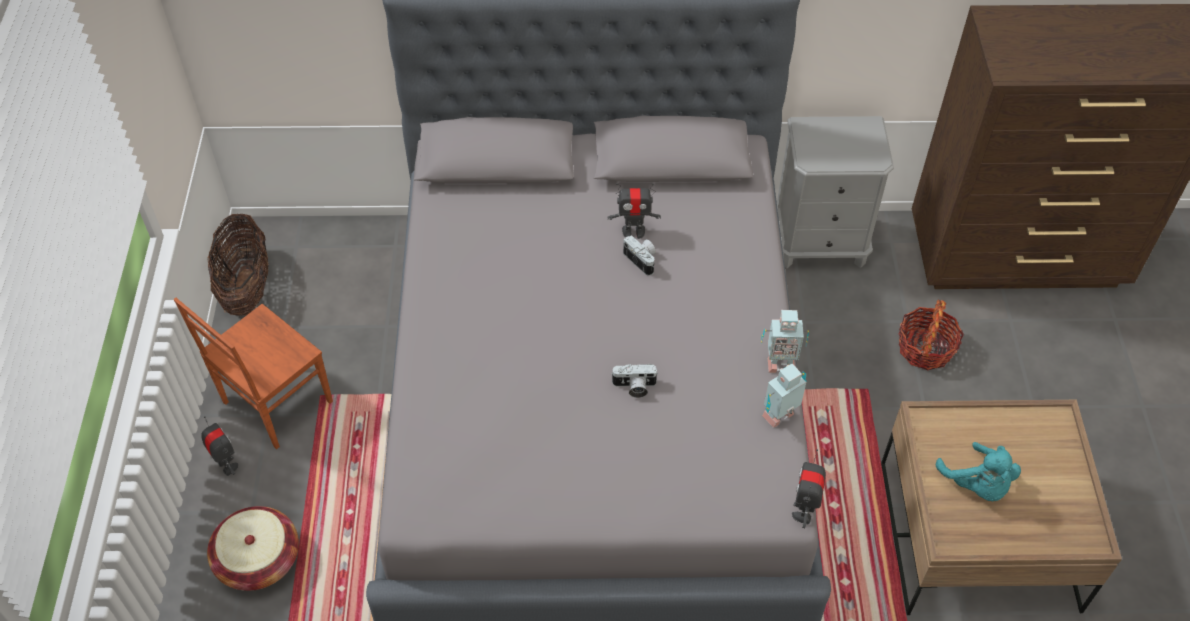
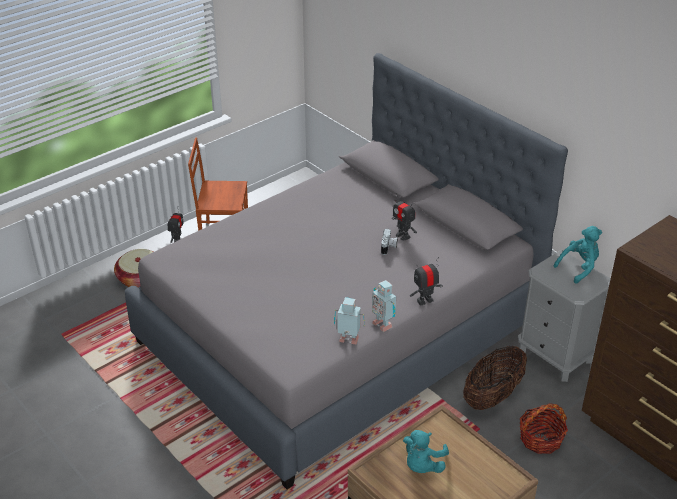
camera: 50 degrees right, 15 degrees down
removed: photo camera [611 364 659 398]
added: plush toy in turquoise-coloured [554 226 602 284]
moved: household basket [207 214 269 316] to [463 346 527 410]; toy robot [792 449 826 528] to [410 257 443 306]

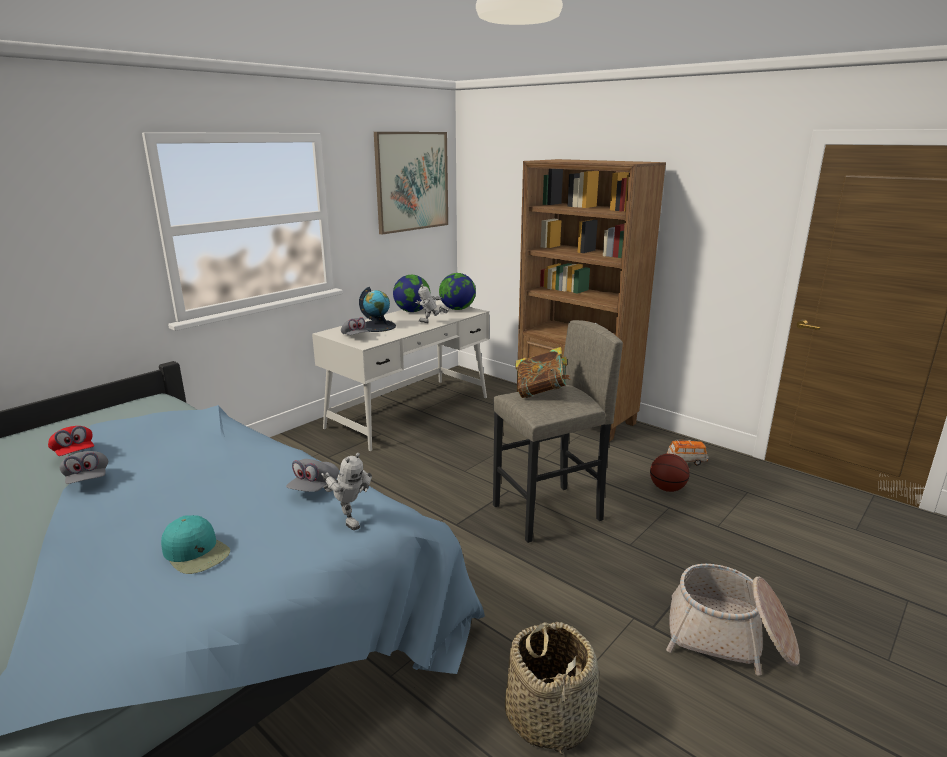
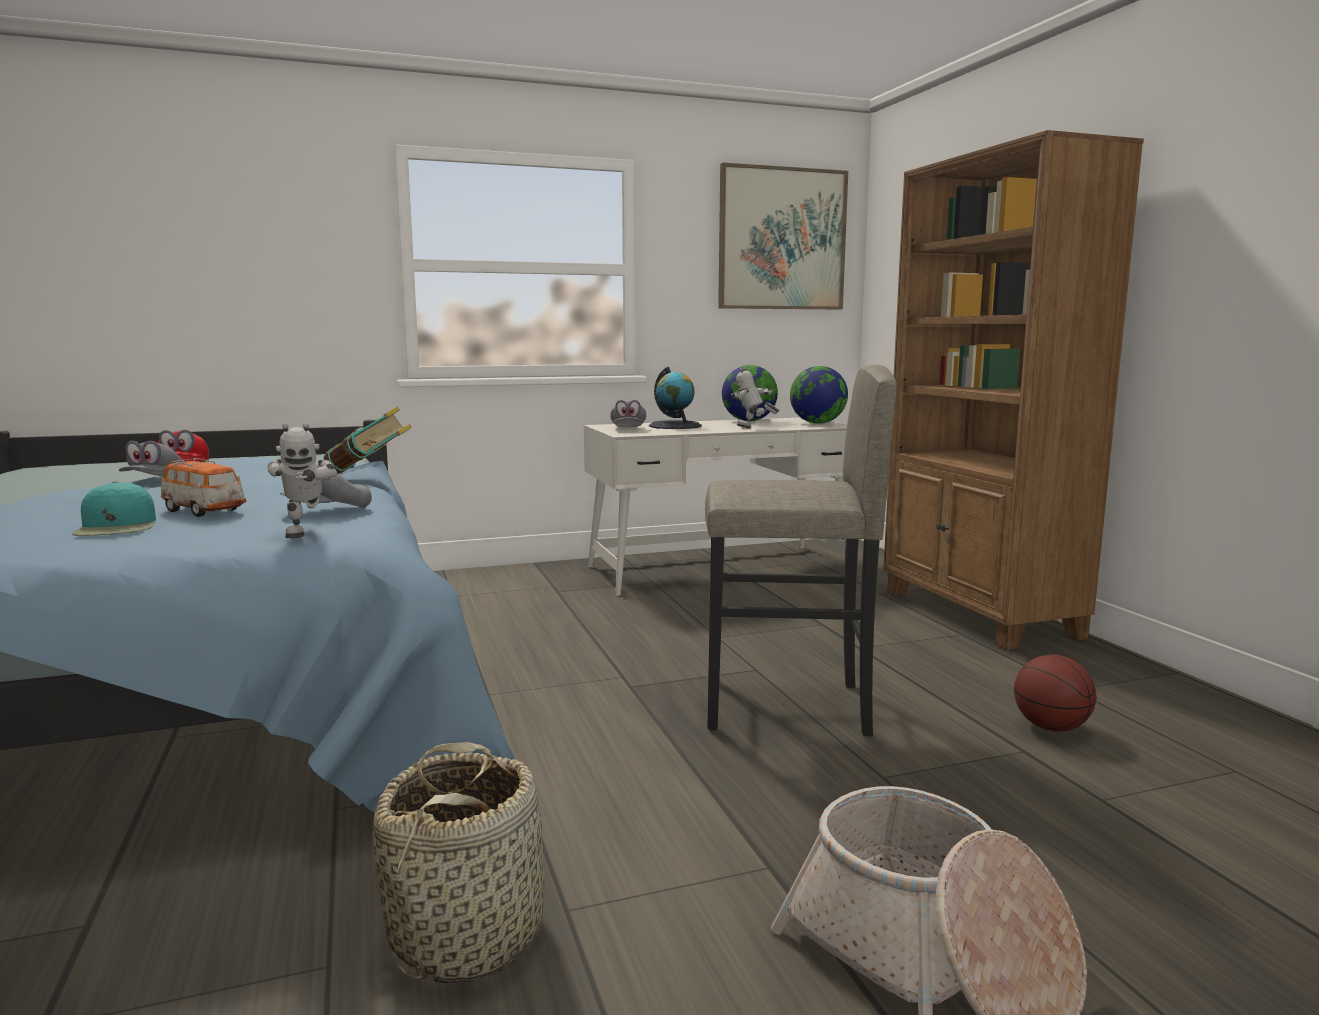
camera: 30 degrees right, 10 degrees down
moved: book [516 347 570 398] to [323 407 412 474]; miniature car [667 440 709 465] to [161 458 246 517]

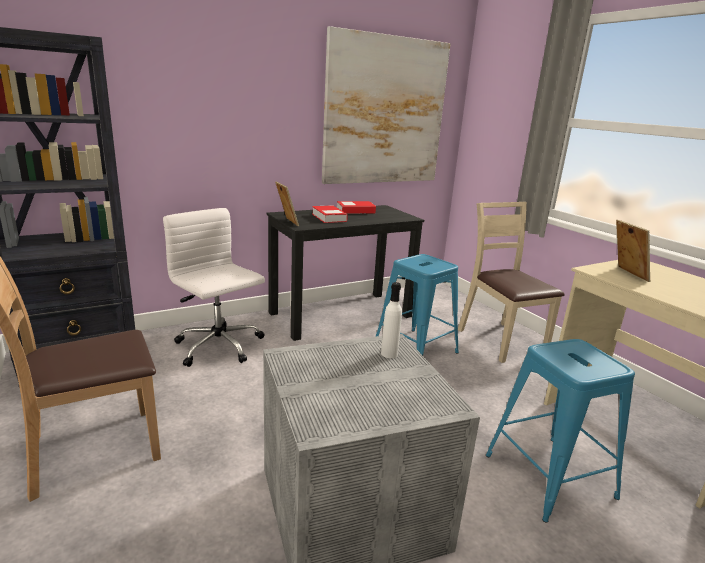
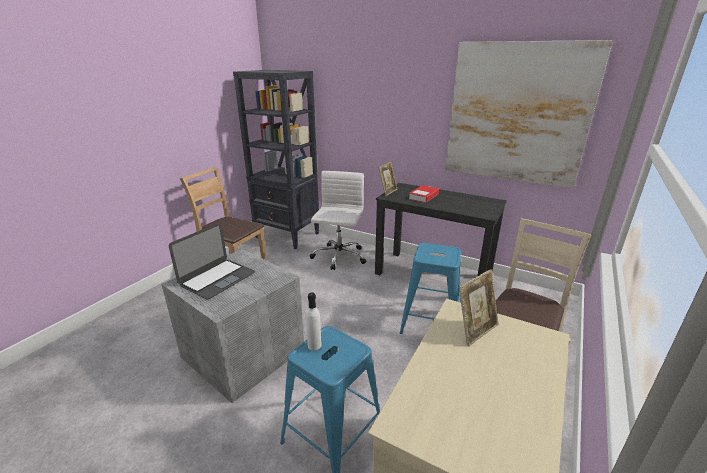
camera: 60 degrees right, 5 degrees up
removed: book [337 201 376 214]
added: notebook computer [169 223 255 299]
moved: bottle in white-coloured [381 282 402 358] to [306 292 321 351]

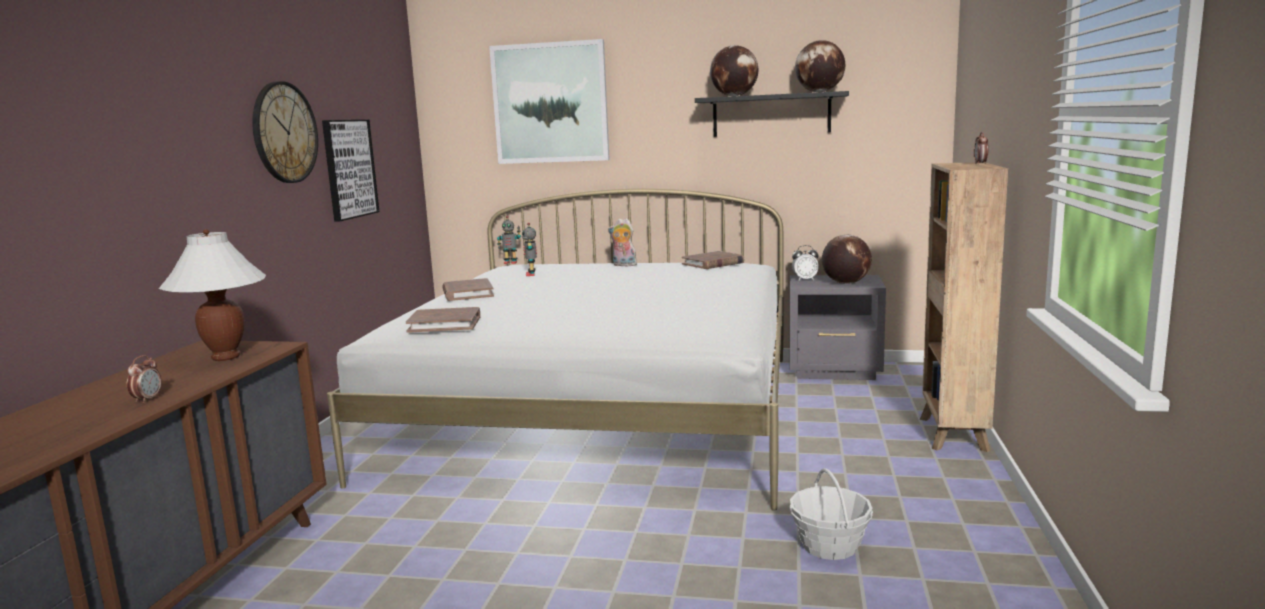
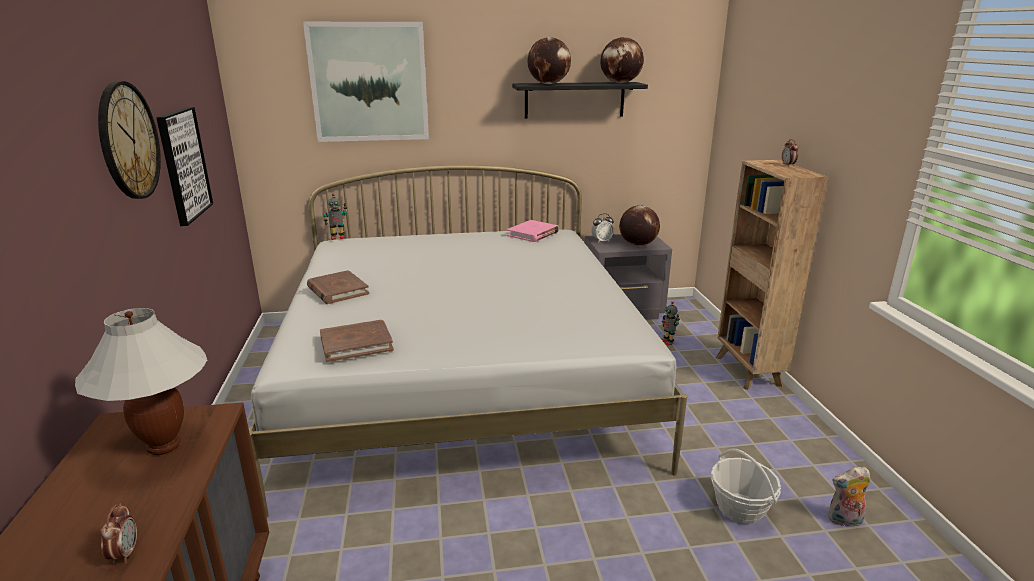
camera: 20 degrees left, 10 degrees up
moved: toy robot [522 223 537 276] to [661 302 680 346]; plush toy [608 218 637 266] to [828 467 870 527]
recoloured: book in brown [682 251 744 269] to book in pink-coloured [507 220 559 242]

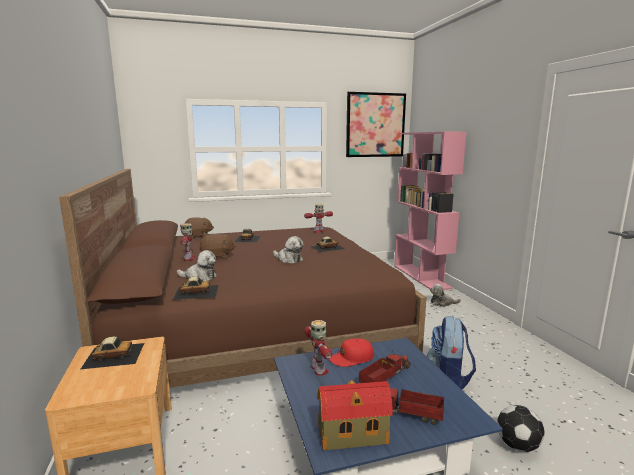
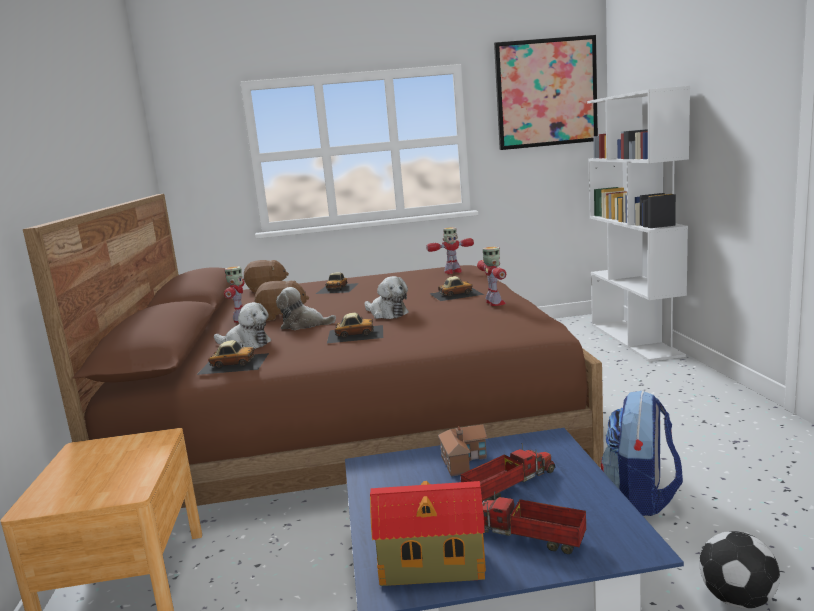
camera: 10 degrees right, 0 degrees up
moved: miniature car [81 336 144 369] to [327 313 383 343]; toy robot [304 320 332 376] to [477 247 506 306]; plush toy [430 284 461 307] to [276 287 336 330]
replaced: baseball cap in red [329 338 374 367] to model house [438 424 487 477]
recoloured: bookshelf in pink-coloured [394 132 467 290] to bookshelf in white-coloured [587 86 690 362]

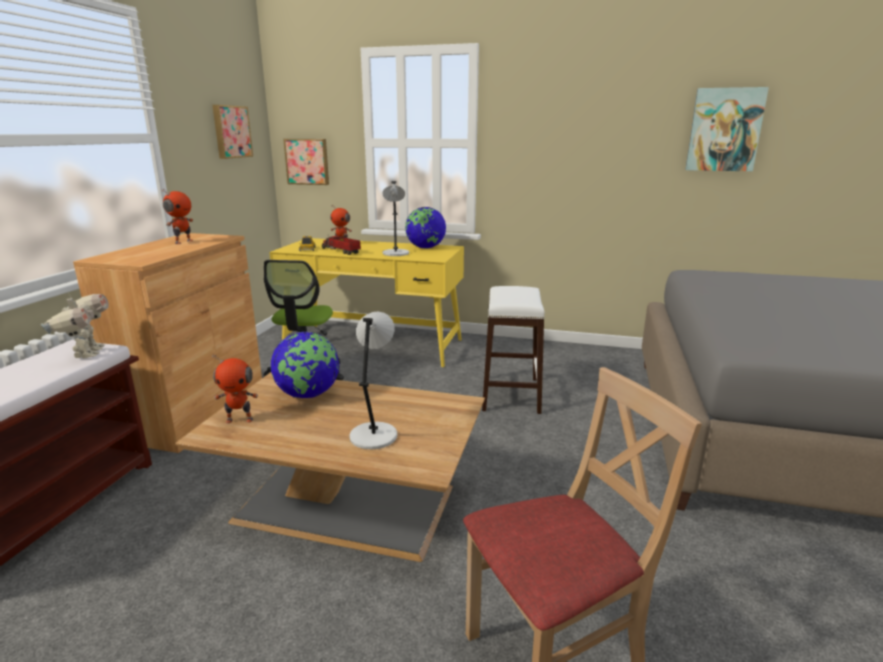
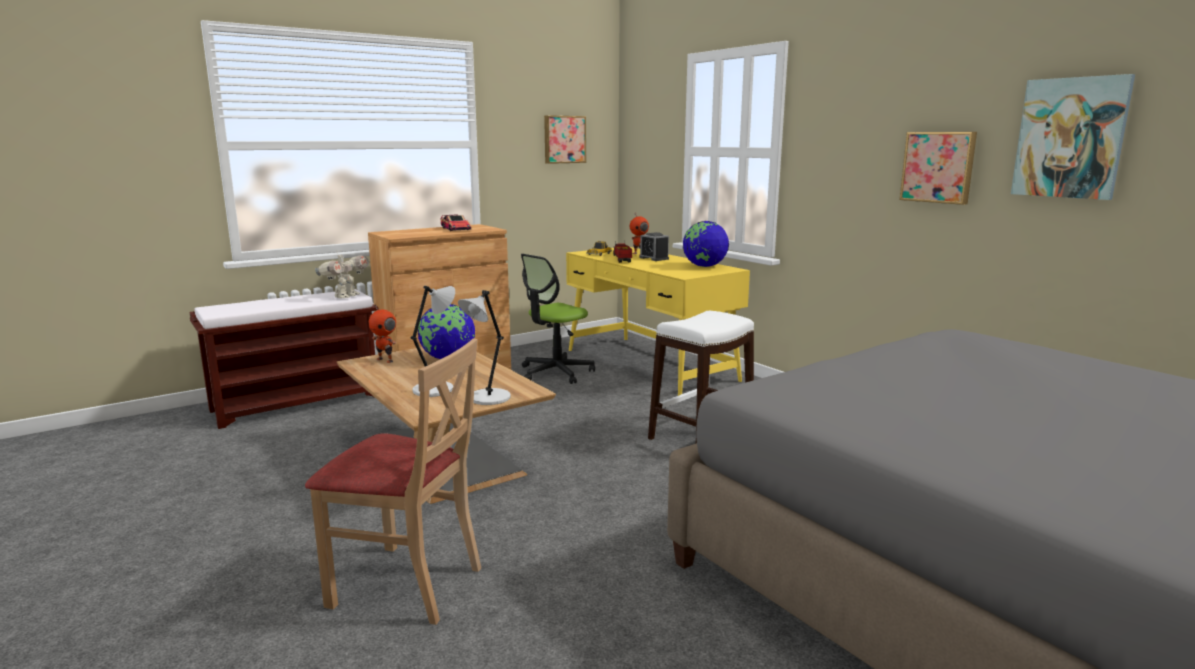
camera: 40 degrees right, 5 degrees down
added: alarm clock [639 232 669 261]
moved: wall picture [283 139 329 185] to [899 132 977 205]; table lamp in gray [382 181 409 256] to [458 290 511 405]
replaced: toy robot [161 189 193 244] to miniature car [441 215 471 231]

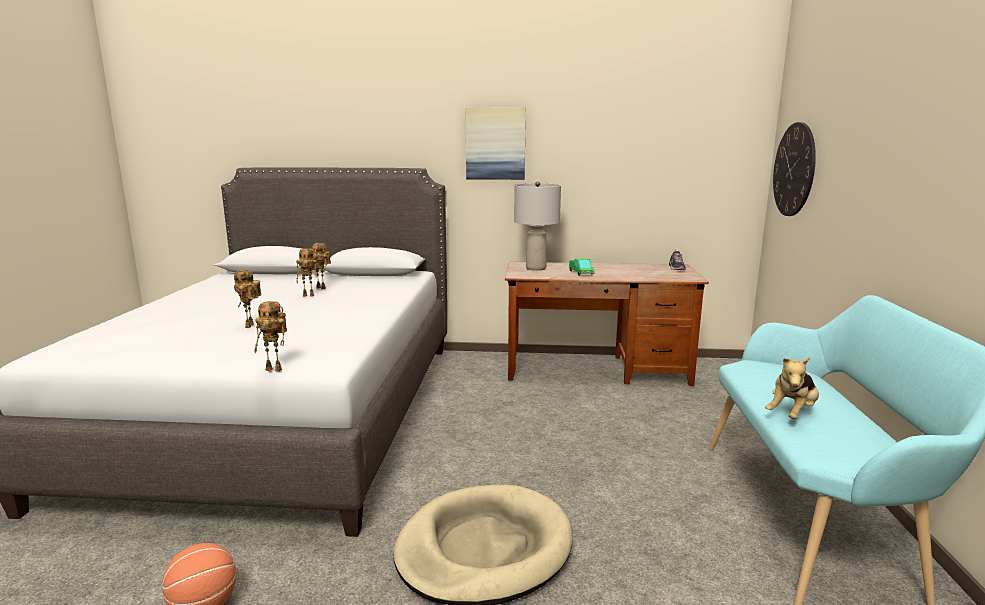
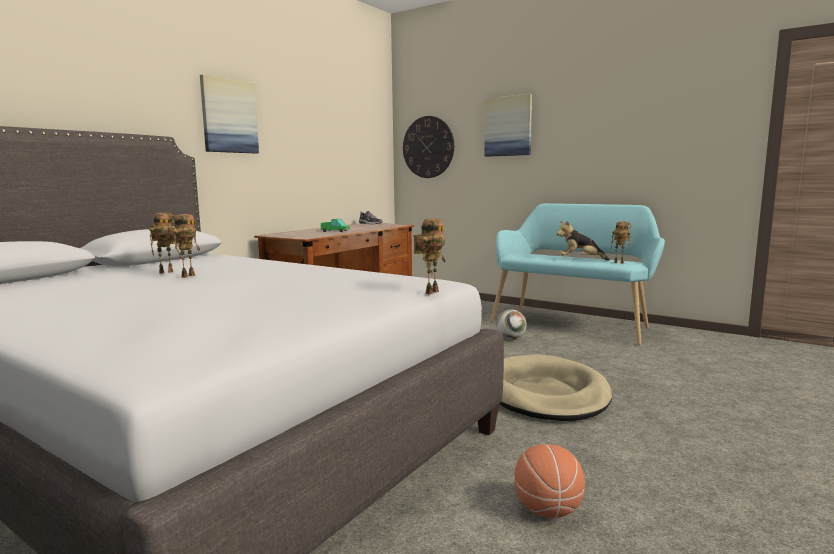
camera: 60 degrees left, 5 degrees down
removed: table lamp in gray [514 181 561 271]
added: wall picture [484 94 532 157]; football [496 309 527 339]
moved: toy robot [234 270 262 328] to [611 221 631 264]
turned: plush toy [765 357 819 419] = [557 221 610 261] 120 degrees clockwise

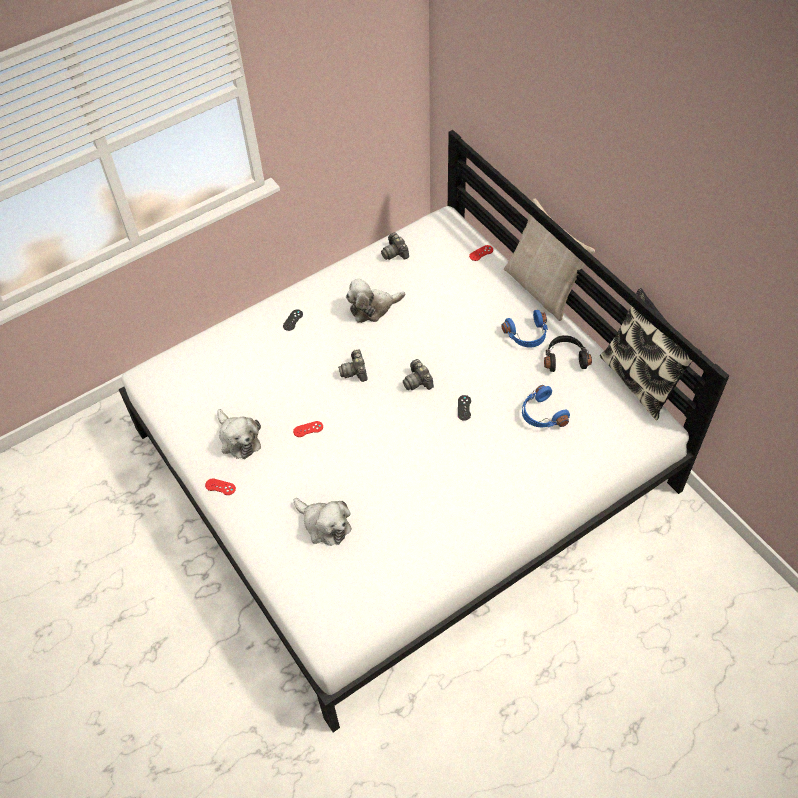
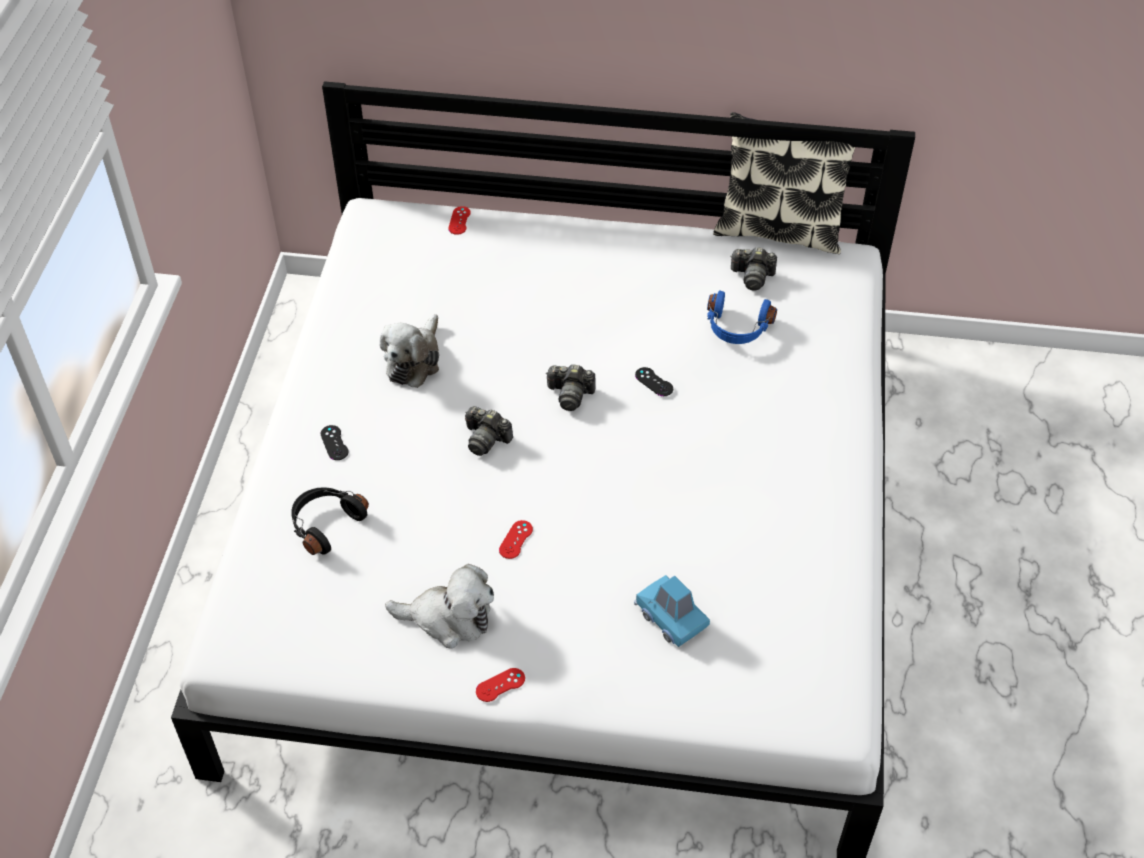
camera: 50 degrees left, 5 degrees down
removed: pair of headphones in blue [501 310 548 348]; pillow in beige-coloured [504 198 595 321]
moved: photo camera [381 232 409 260] to [730 247 777 291]; pair of headphones in blackish [544 335 592 372] to [291 487 369 555]
replaced: plush toy [294 498 352 546] to miniature car in blue [634 575 710 647]

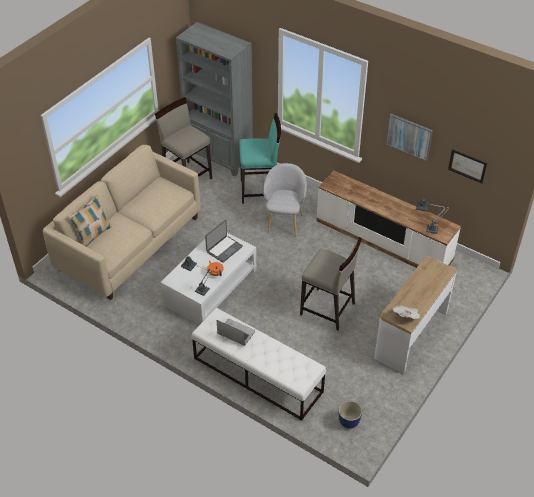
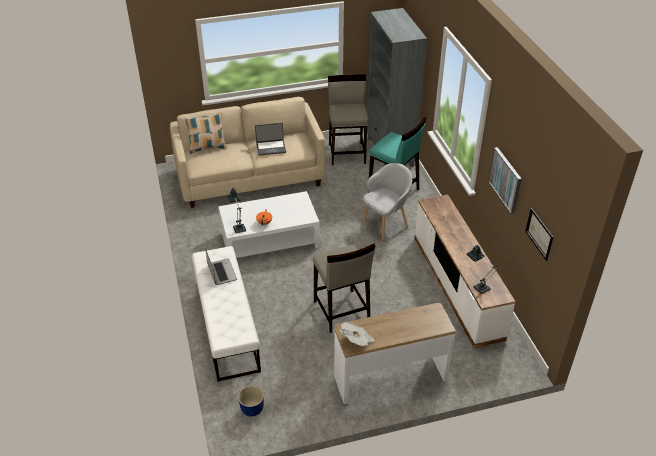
camera: 40 degrees right, 5 degrees down
moved: notebook computer [205 220 243 263] to [255 123 286 156]

